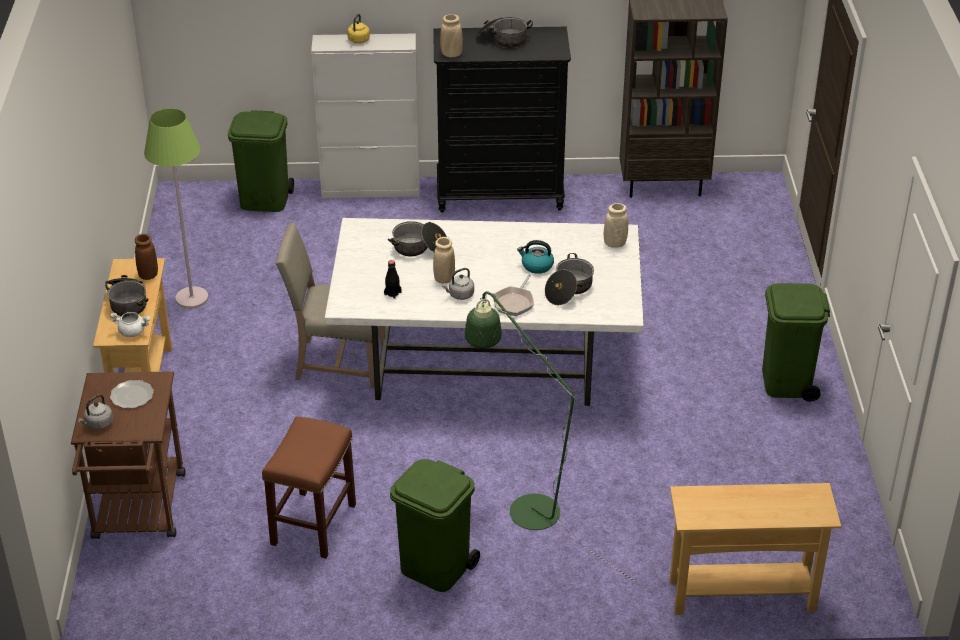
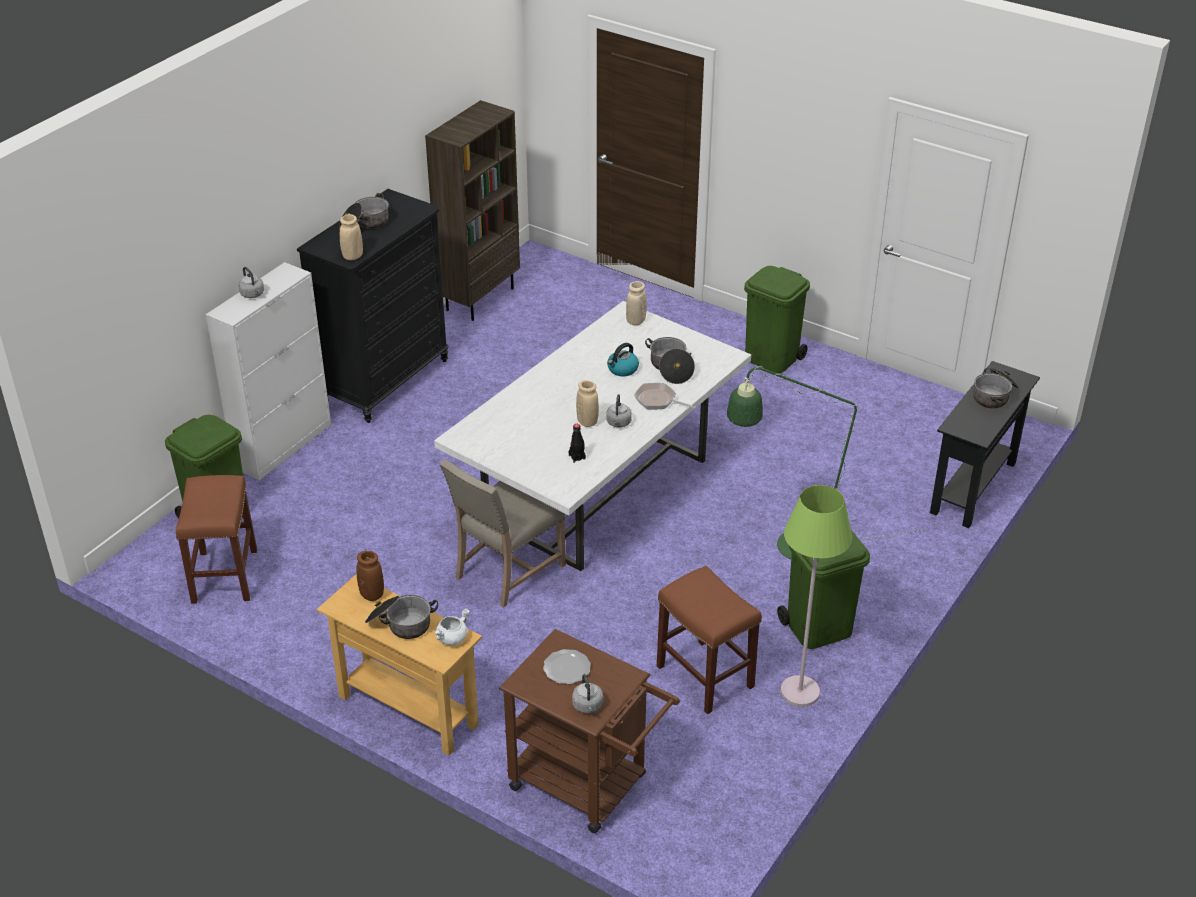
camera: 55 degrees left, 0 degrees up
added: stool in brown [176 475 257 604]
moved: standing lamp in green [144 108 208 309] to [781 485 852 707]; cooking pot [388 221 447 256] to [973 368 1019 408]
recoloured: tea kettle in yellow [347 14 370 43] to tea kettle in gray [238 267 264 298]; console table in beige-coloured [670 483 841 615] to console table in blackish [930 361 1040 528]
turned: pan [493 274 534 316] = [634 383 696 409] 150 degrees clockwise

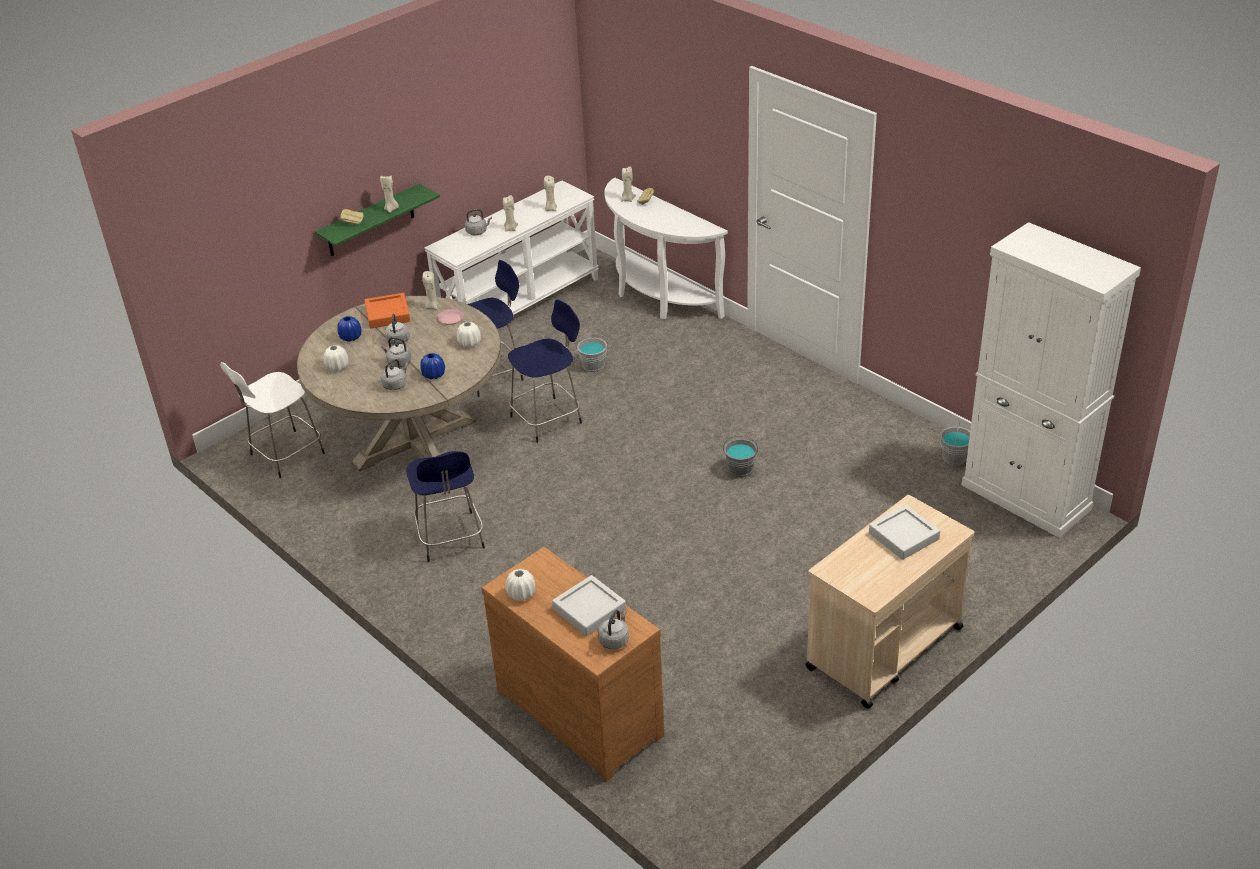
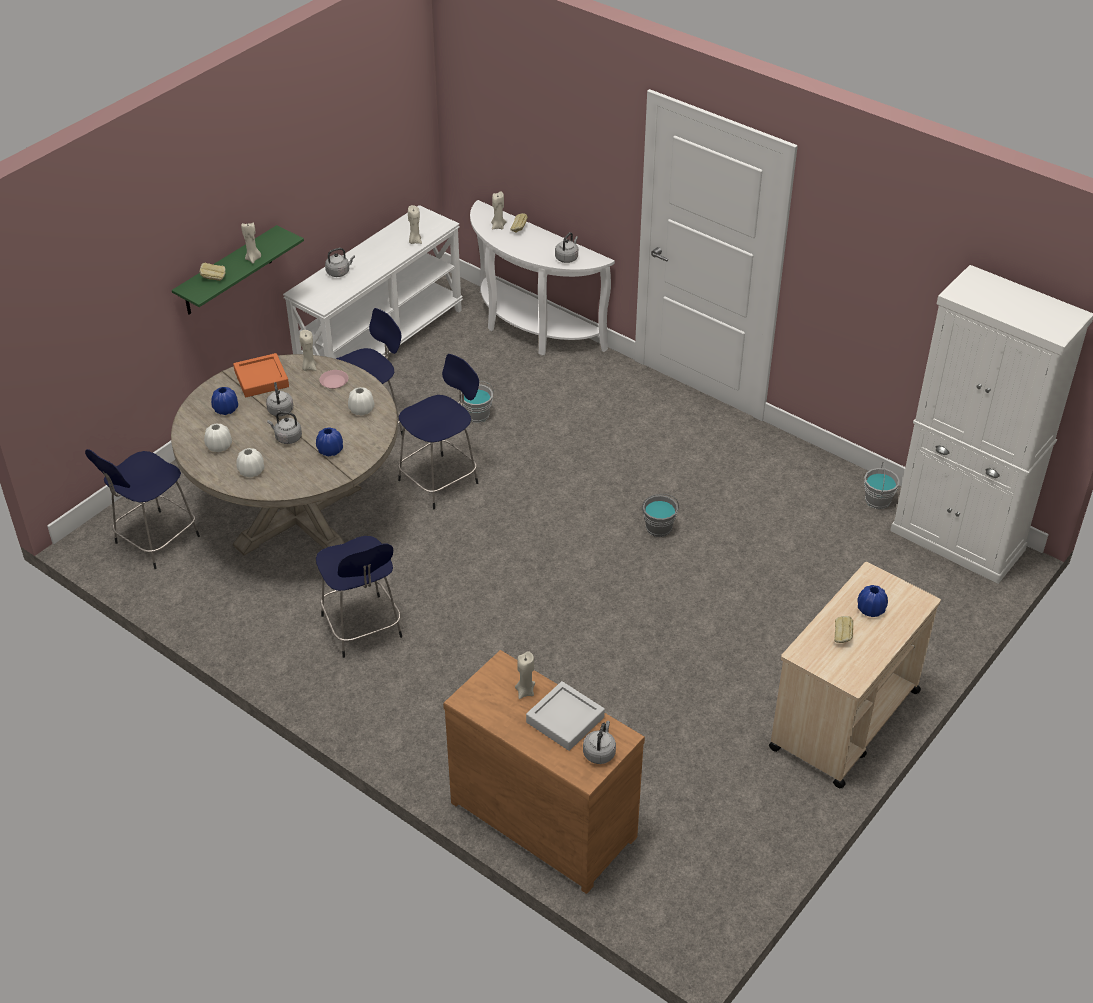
camera: 10 degrees left, 5 degrees up
added: bread [834 616 853 643]
moved: tea kettle in gray [381 359 408 390] to [555 232 578 263]; wax light in beige-coloured [503 195 518 232] to [515 651 535 699]; vase in white-coloured [506 569 535 601] to [236 448 264 478]
replaced: serving tray in gray [869 505 940 560] to vase in blue [857 585 888 617]
recoloured: stool in white-coloured [220 362 325 478] to stool in blue [85 449 200 569]

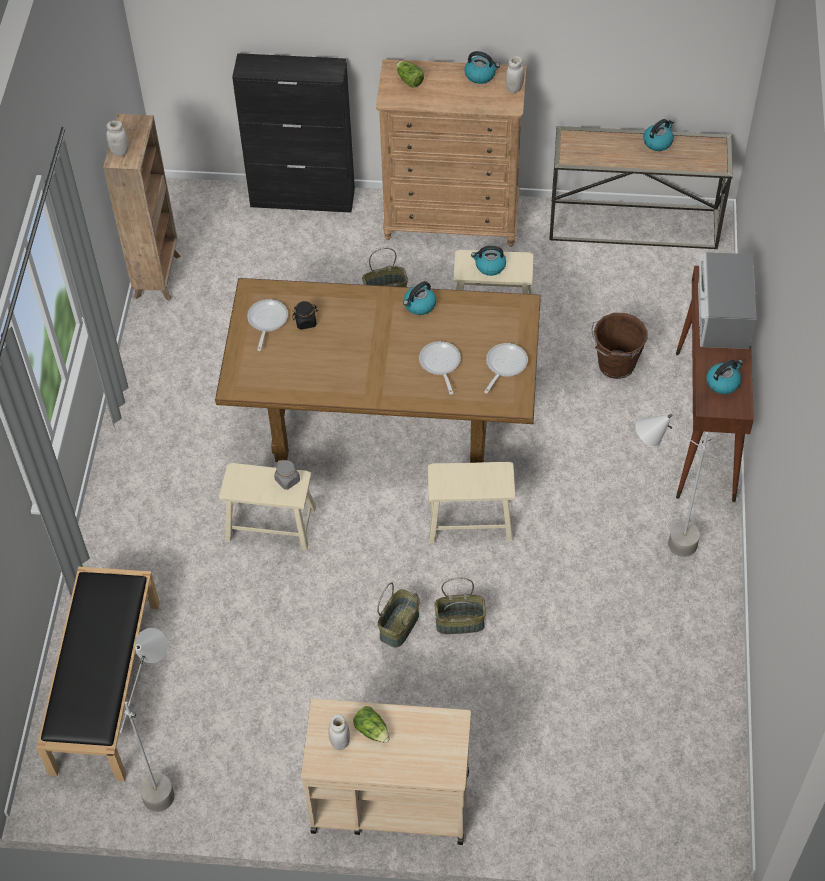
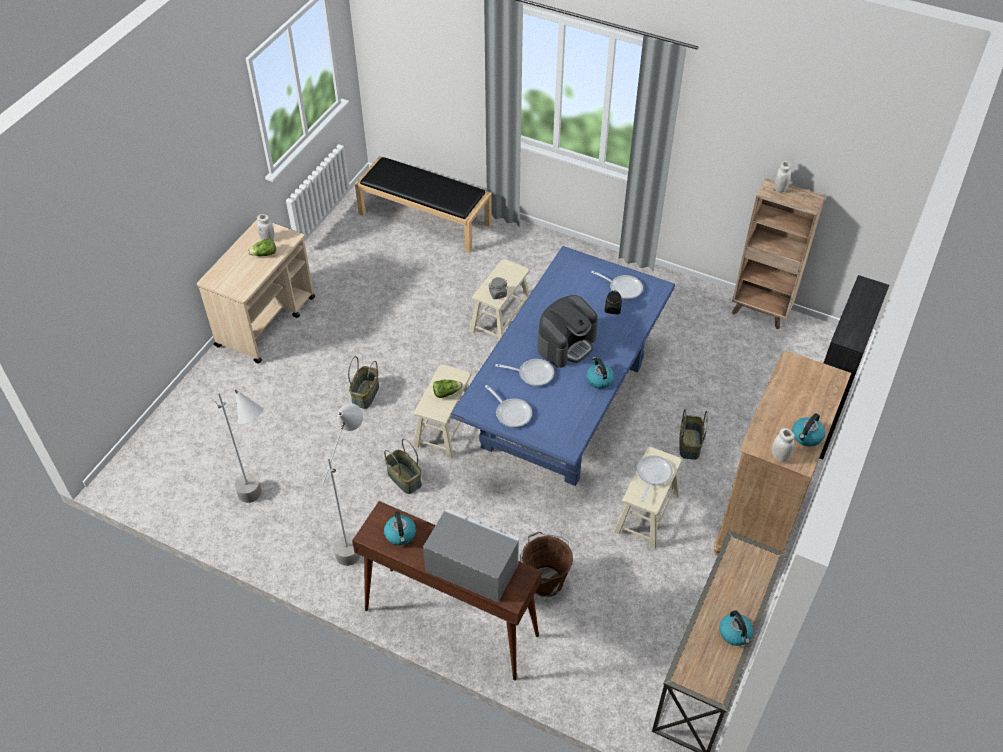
camera: 110 degrees right, 5 degrees down
added: coffee machine [537 295 598 368]
moved: standing lamp in gray [120 628 175 812] to [215 390 263 503]; household basket [377 582 420 647] to [384 438 422 494]; head of lettuce [396 61 424 87] to [433 380 463 398]
replaced: tea kettle [471 246 506 276] to pan [637 455 673 502]
recoloured: dinner table in brown [215 278 541 463] to dinner table in blue [451 246 675 486]

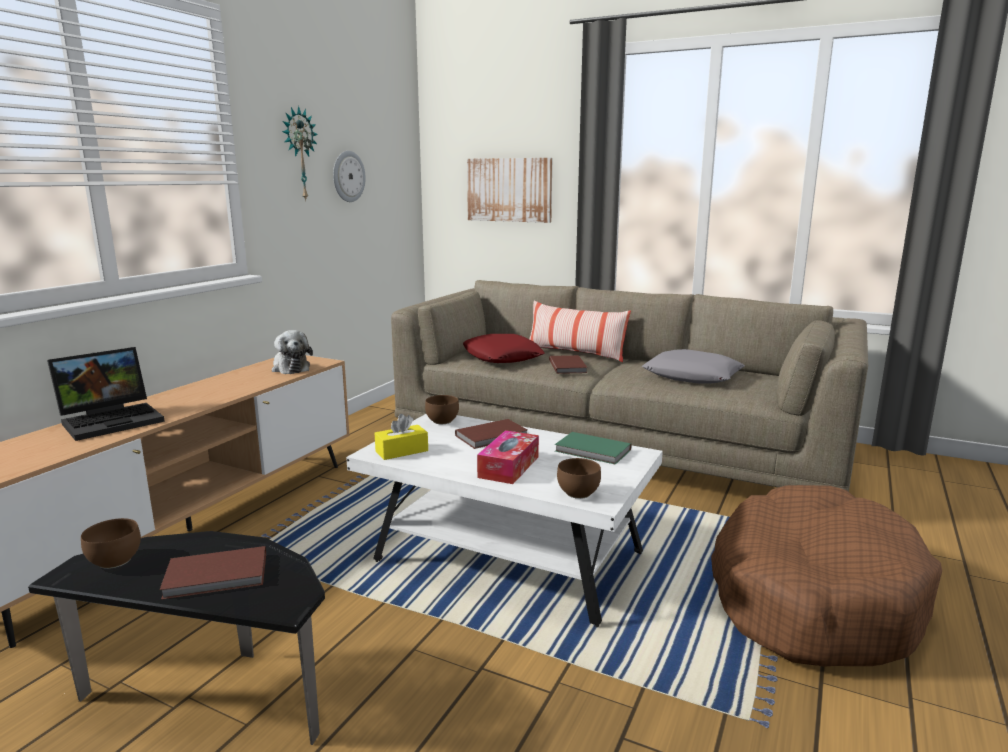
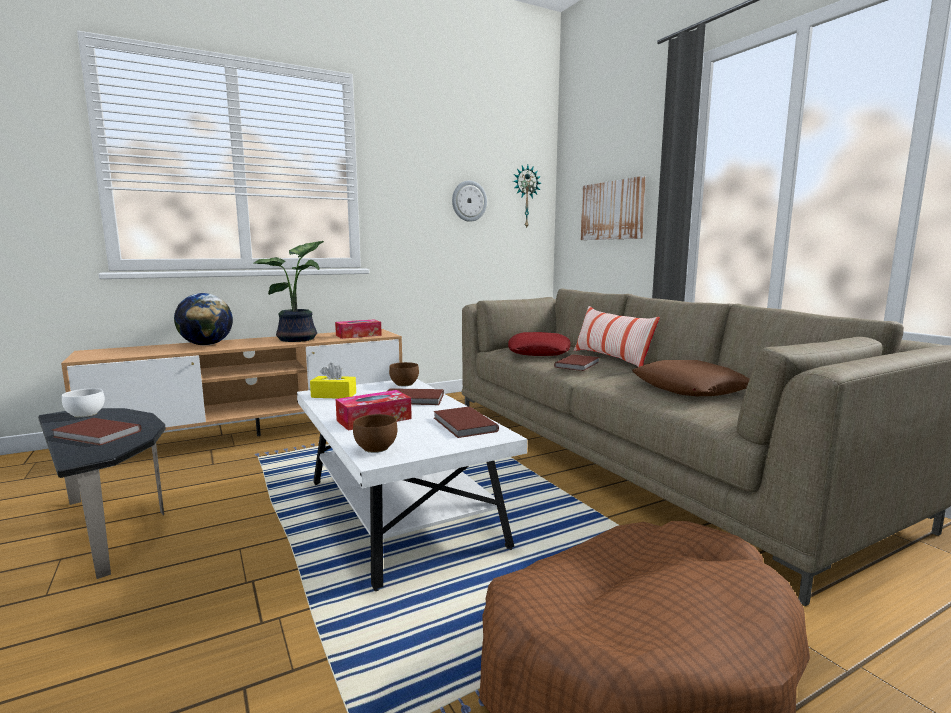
camera: 35 degrees right, 5 degrees down
added: houseplant [254 241 324 342]
moved: hanging clock [282 106 318 201] to [513 165 541 229]
replaced: notebook computer [47 347 165 441] to desk globe [174 293 233 345]; plush toy [272 330 313 374] to tissue holder [335 319 382 339]
recoloured: serving bowl in brown [81 518 141 569] to serving bowl in white-coloured [62 388 105 418]; book in green [555 432 632 465] to book in brown [434 406 499 438]; pillow in gray [642 349 745 384] to pillow in brown [632 360 750 396]

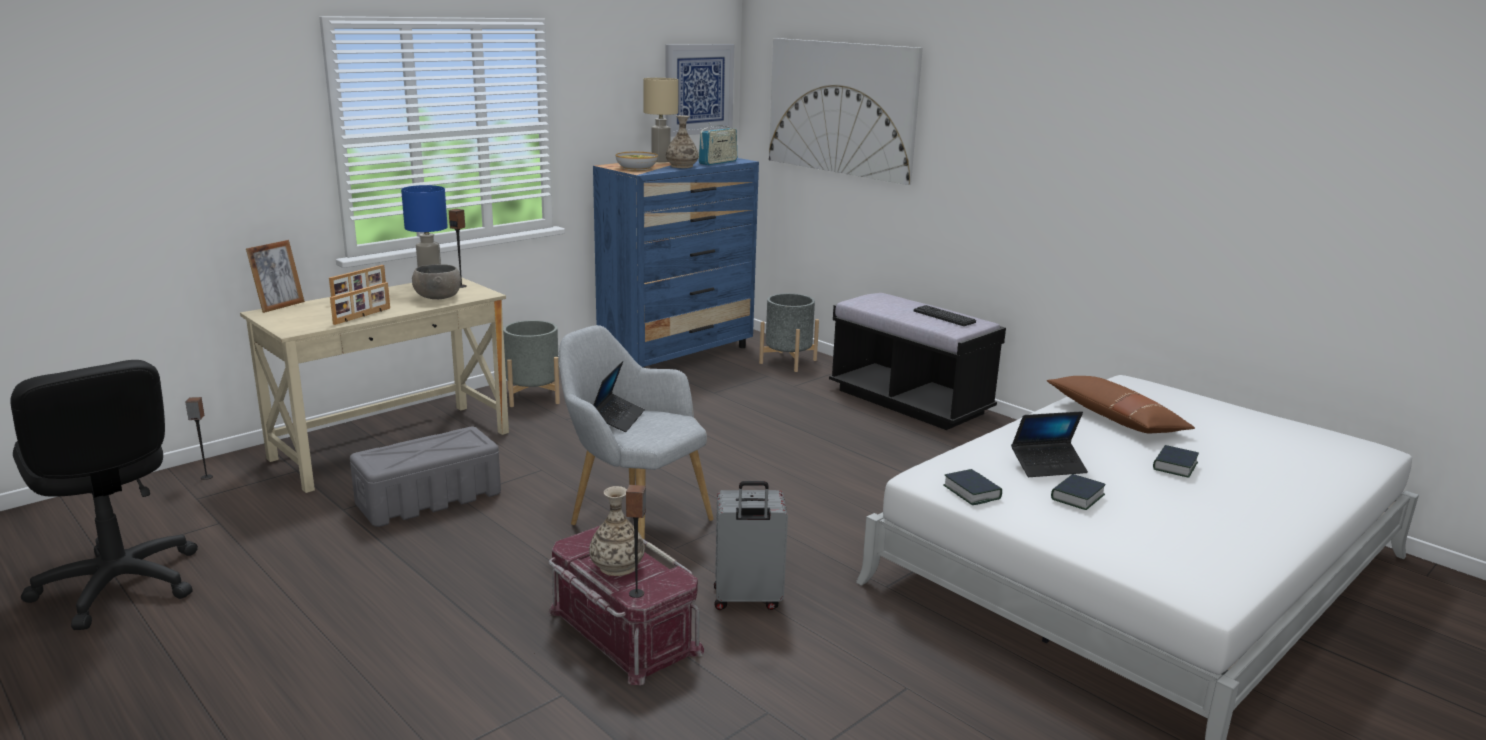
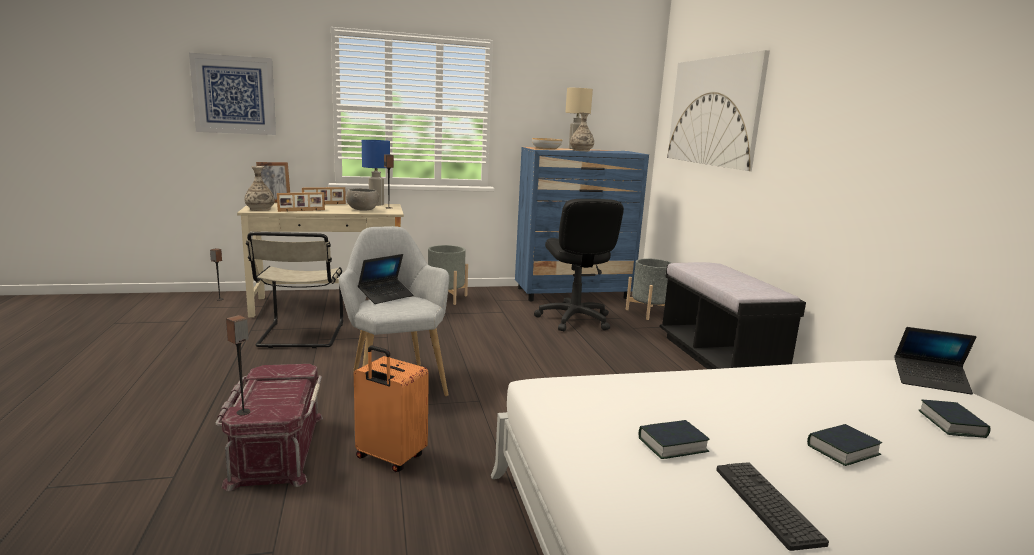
camera: 30 degrees right, 5 degrees down
removed: radio receiver [698 123 737 165]; pillow in brown [1047 376 1195 433]
moved: computer chair in blackish [10 360 198 630] to [534 199 624 331]; vase [589 486 645 576] to [244 166 275 211]; wall picture [665 44 734 137] to [189 53 276 135]; PC keyboard [914 305 976 326] to [716 462 829 551]; book [943 469 1002 505] to [919 400 991 438]; notebook computer [1011 411 1088 477] to [894 327 977 395]
replaced: storage box in gray [350 427 501 527] to upright chair in beige-coloured [246 232 343 348]
recoloured: travel case in gray [714 481 788 610] to travel case in orangey [354 346 429 472]

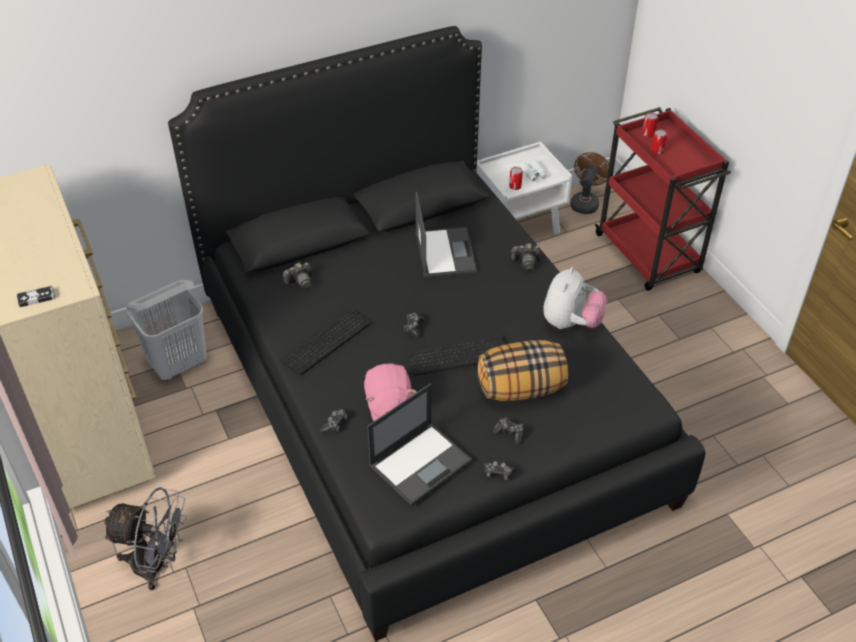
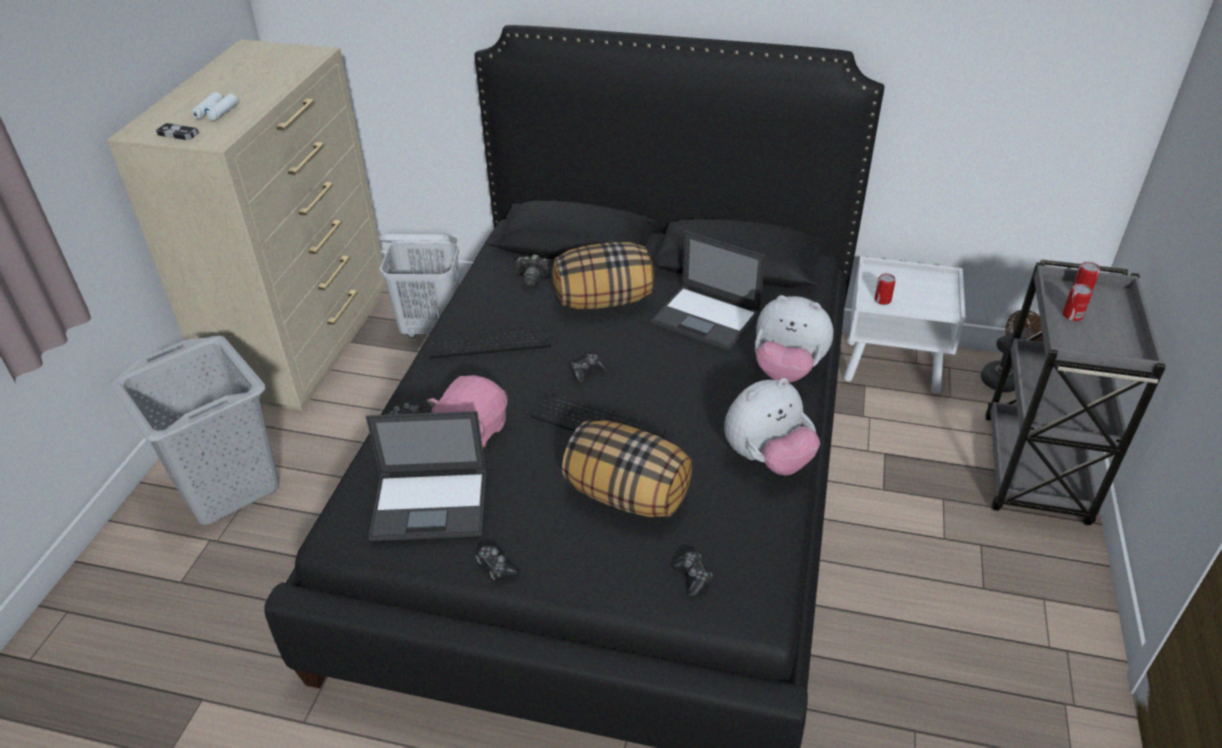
camera: 40 degrees right, 5 degrees down
added: pillow [552 242 654 309]
moved: game controller [492 417 524 444] to [672 552 712 597]; pair of binoculars in white-coloured [519 159 547 182] to [191 92 238 121]
replaced: cooling fan in gray [103 487 187 590] to hamper in gray [110 336 280 525]; photo camera [511 243 541 271] to plush toy [755 295 833 383]
recoloured: cart in red [595 107 731 291] to cart in gray [985 260 1166 525]
turned: notebook computer [415 192 477 278] = [651 231 765 351] 90 degrees clockwise

